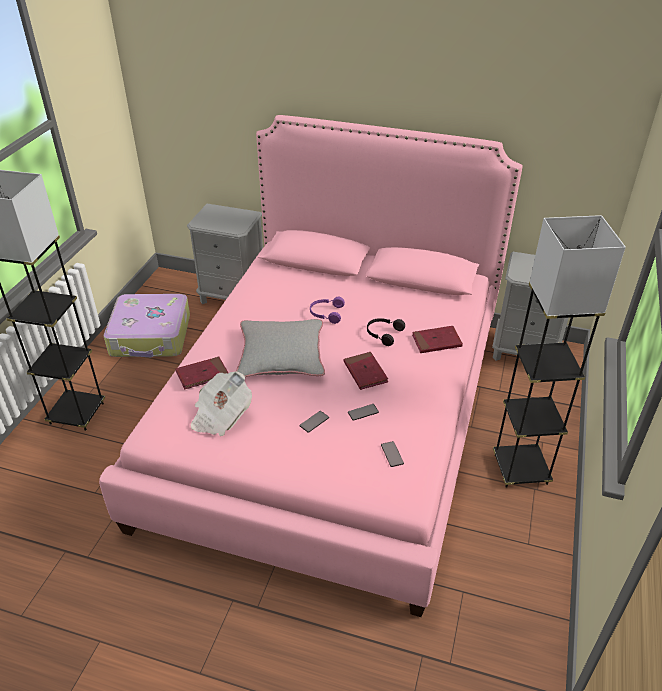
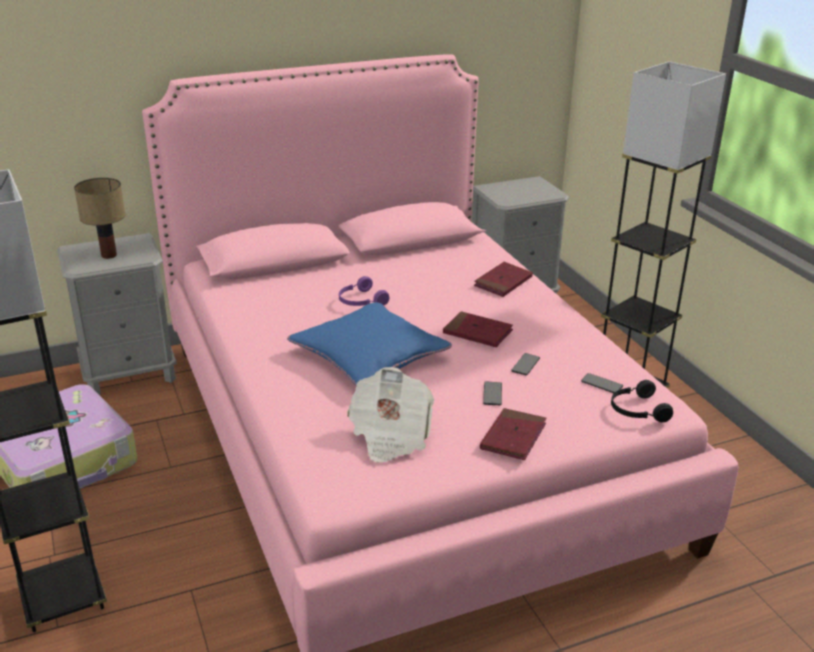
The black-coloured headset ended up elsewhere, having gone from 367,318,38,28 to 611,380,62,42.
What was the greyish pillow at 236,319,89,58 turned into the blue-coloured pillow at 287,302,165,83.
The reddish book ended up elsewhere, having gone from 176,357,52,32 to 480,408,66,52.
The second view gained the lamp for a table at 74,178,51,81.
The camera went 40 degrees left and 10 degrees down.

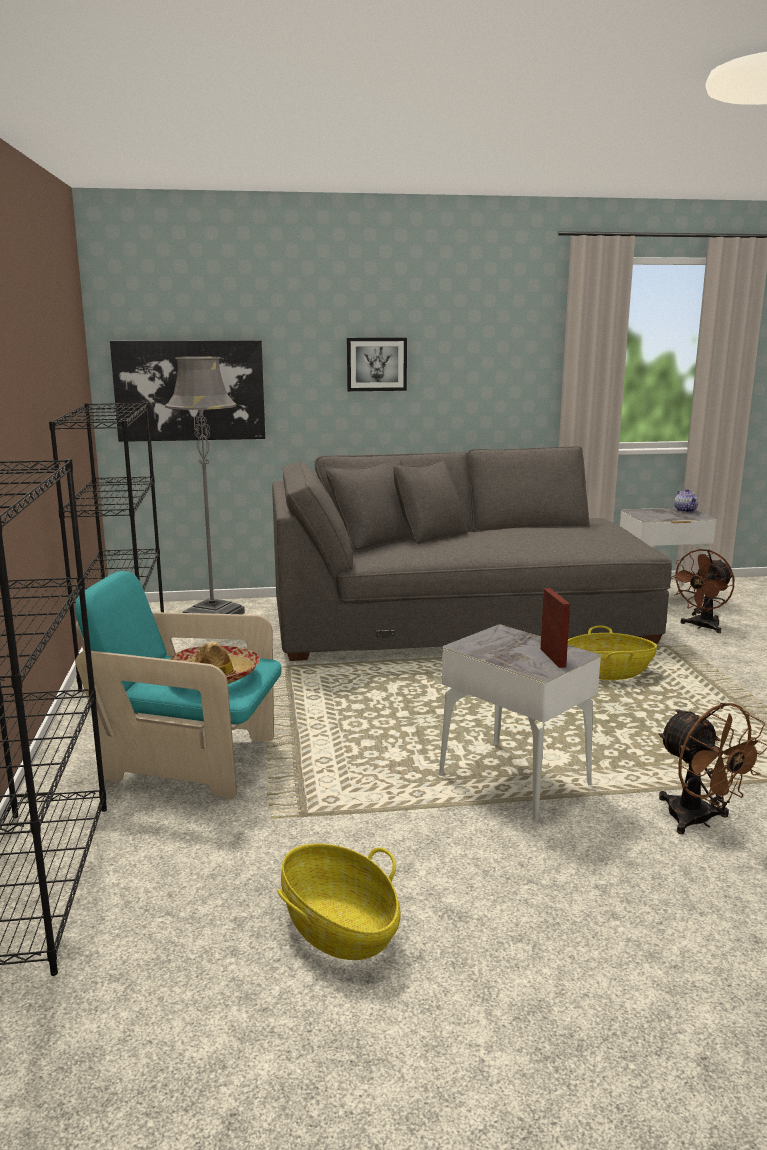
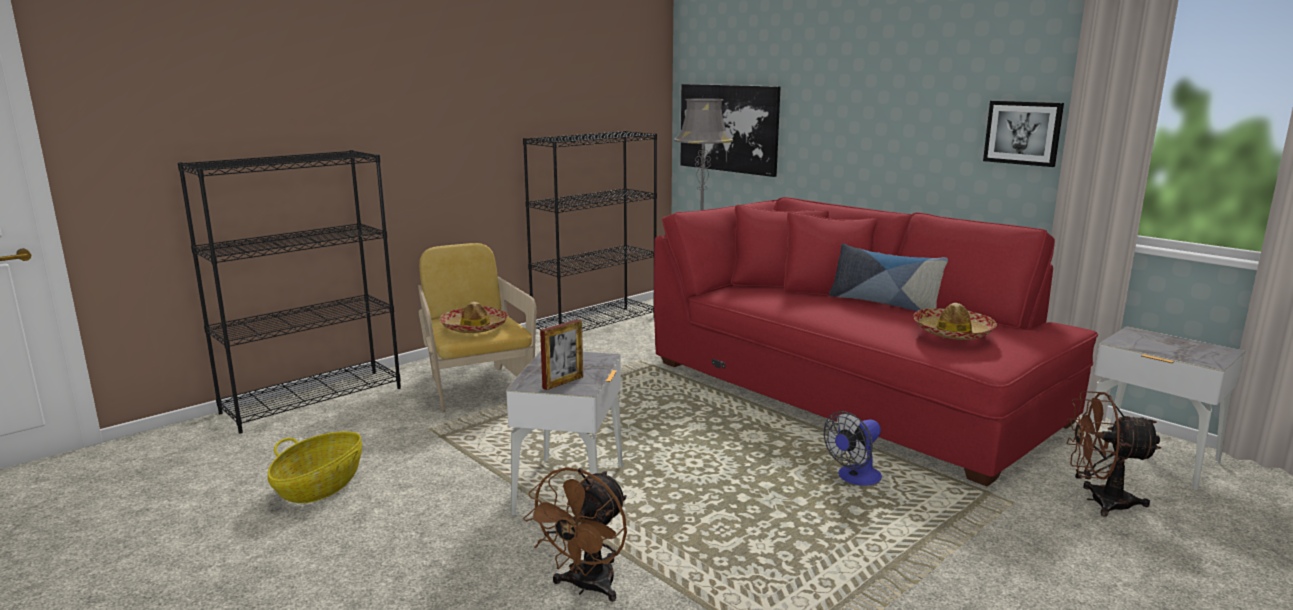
The wall art ended up elsewhere, having gone from 347,338,60,53 to 983,101,81,66.
What was the greyish sofa at 272,446,400,215 turned into the reddish sofa at 654,197,444,289.
The second view lost the tea pot at 674,489,24,23.
What was the turquoise armchair at 75,571,207,228 turned into the yellow armchair at 418,243,118,169.
Where the household basket stood at 568,625,89,55, the electric fan came to stand at 824,411,58,75.
The second view gained the pillow at 829,243,119,68.
The second view gained the clothing hat at 913,303,84,37.
The camera went 55 degrees right and 0 degrees up.

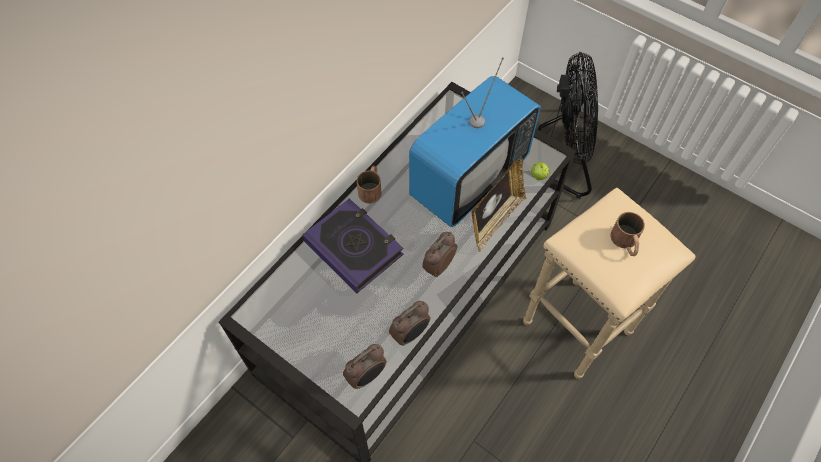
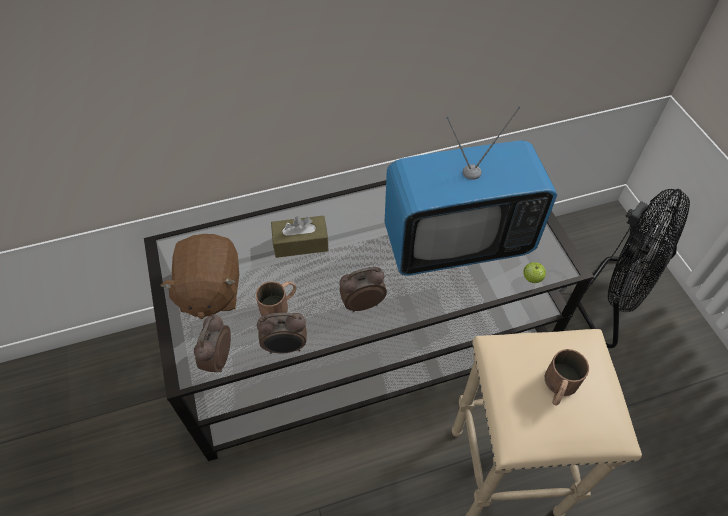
The second view lost the standing frame at 471,157,55,95.
The brown mug ended up elsewhere, having gone from 357,166,25,38 to 256,281,41,35.
Where the book stood at 302,198,102,95, the brown tissue holder came to stand at 271,215,58,43.
The alarm clock at 343,344,44,45 ended up facing another way, 105 degrees clockwise from before.
The second view gained the brown soft toy at 160,234,79,85.
The camera went 35 degrees right and 5 degrees down.

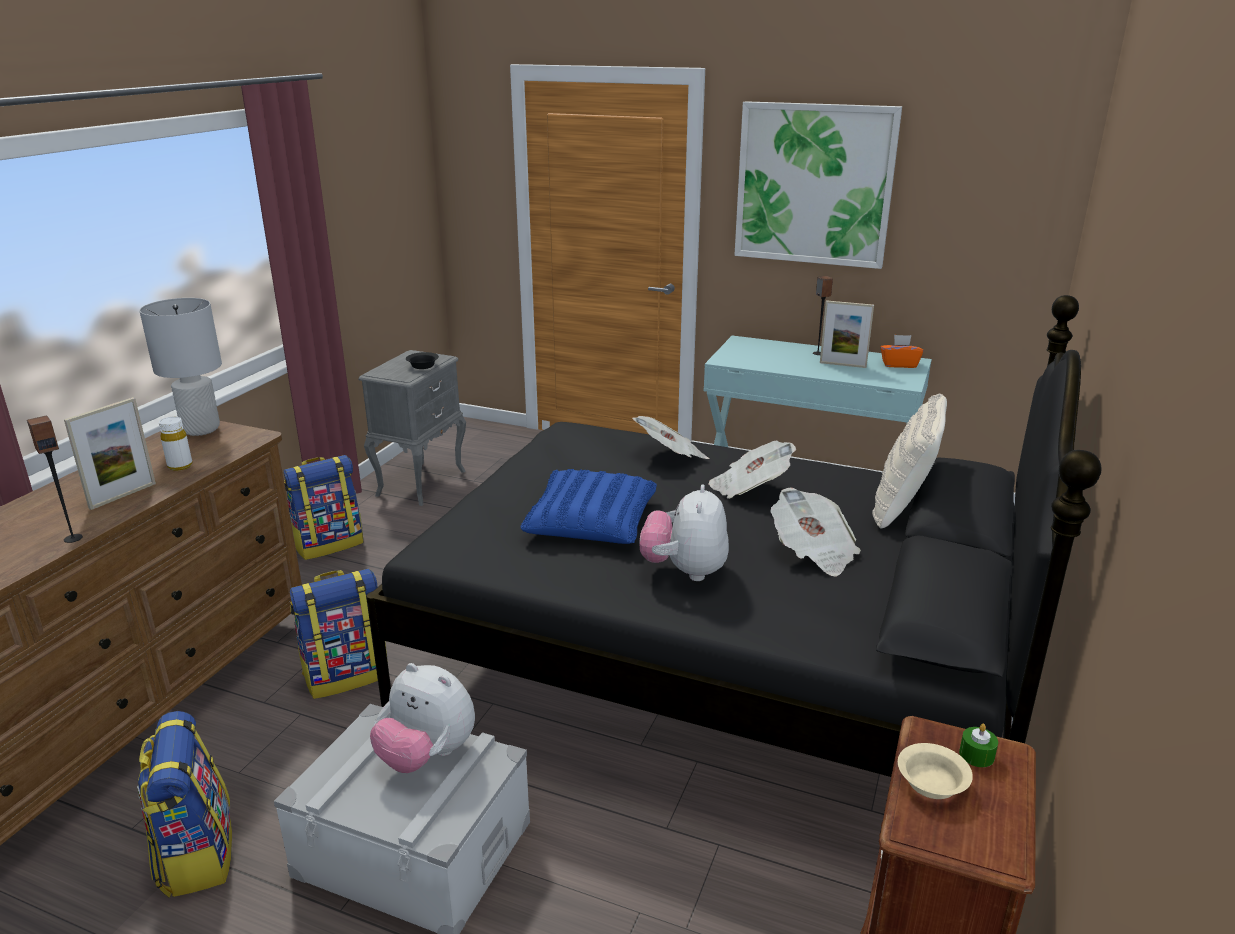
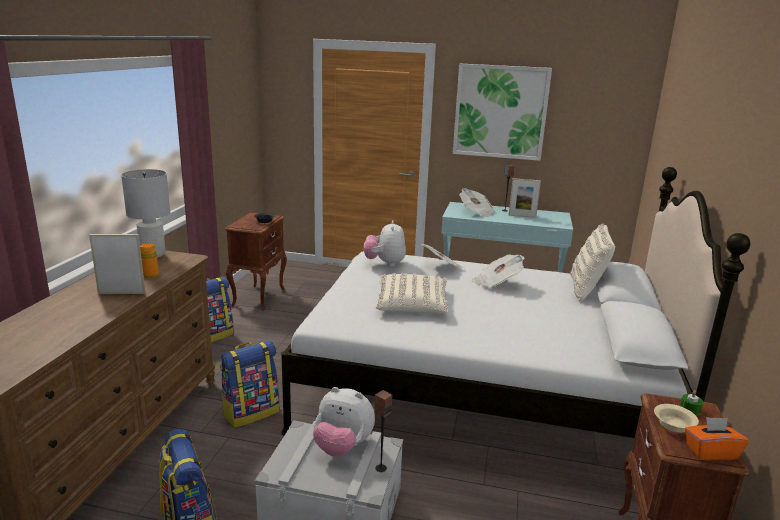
What was the black-coloured bed at 366,295,736,482 turned into the whitish bed at 281,167,470,271.
The orange-coloured tissue holder ended up elsewhere, having gone from 880,335,43,33 to 685,417,64,43.
What was the greyish bedside table at 358,350,108,156 turned into the brown bedside table at 225,213,62,98.
The standing frame at 64,397,92,113 ended up facing another way, 120 degrees counterclockwise from before.
The audio speaker ended up elsewhere, having gone from 27,415,56,128 to 375,390,17,82.
What was the whitish bottle at 159,417,33,54 turned into the orange-coloured bottle at 140,243,19,35.
What was the blue-coloured pillow at 520,469,137,75 turned into the beige-coloured pillow at 375,273,74,41.
The soft toy ended up elsewhere, having gone from 640,484,89,97 to 364,220,42,47.
The printed paper ended up elsewhere, having gone from 771,488,90,89 to 459,188,36,30.
The camera went 10 degrees left and 5 degrees down.

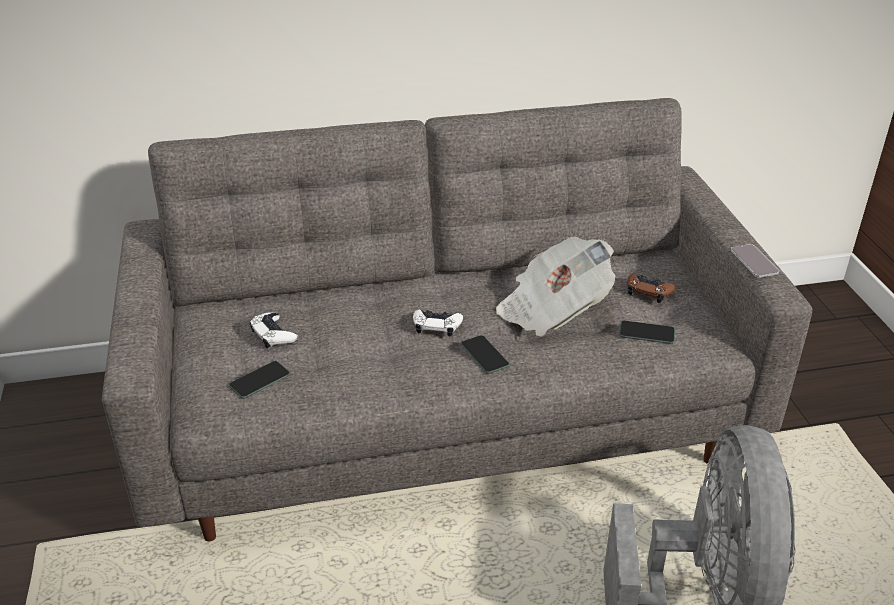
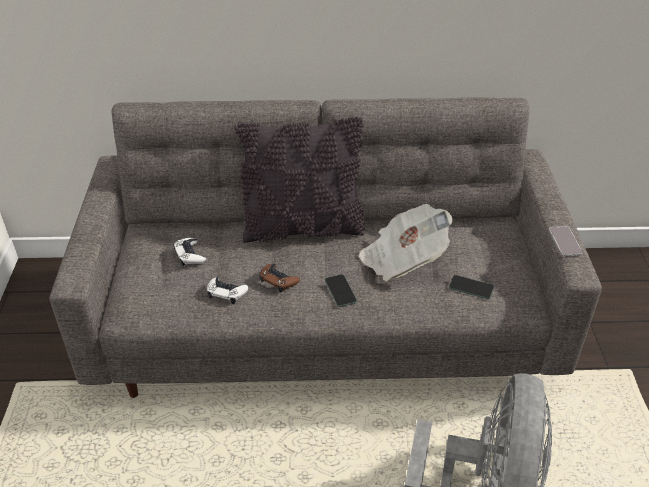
The brown game controller ended up elsewhere, having gone from 627,273,49,30 to 259,264,41,29.
The whitish game controller ended up elsewhere, having gone from 413,309,50,28 to 207,277,41,27.
The second view lost the telephone at 229,361,61,38.
The second view gained the black-coloured pillow at 234,117,131,126.
The camera went 10 degrees right and 5 degrees up.

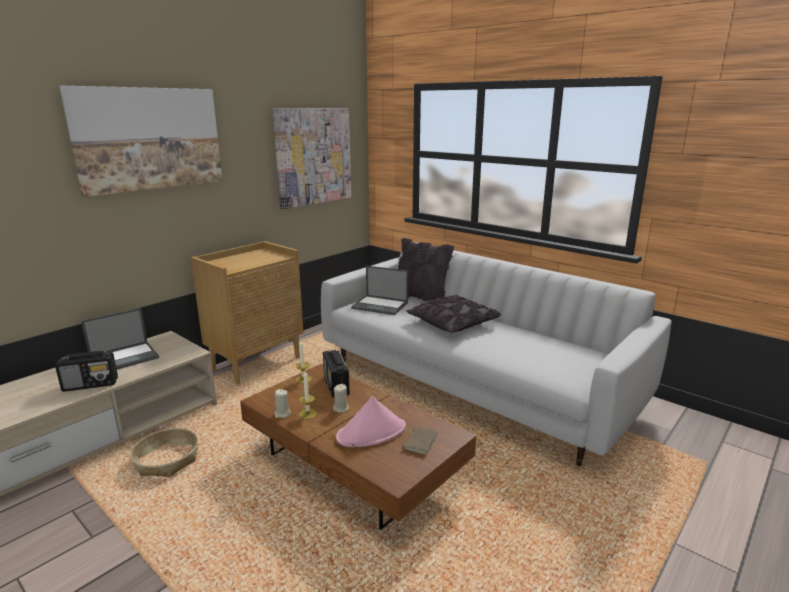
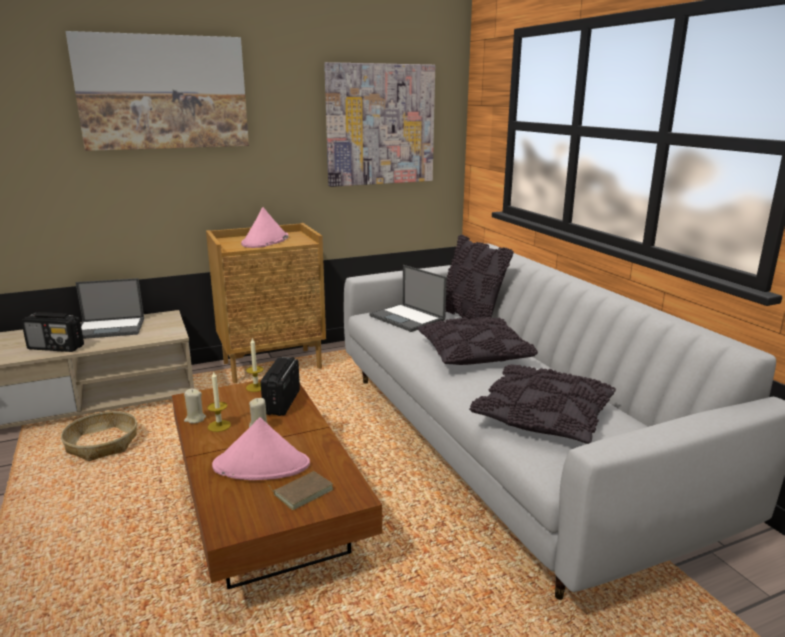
The second view gained the pinkish clothing hat at 241,207,48,41.
The second view gained the black-coloured pillow at 469,364,147,80.
The camera went 25 degrees right and 0 degrees up.

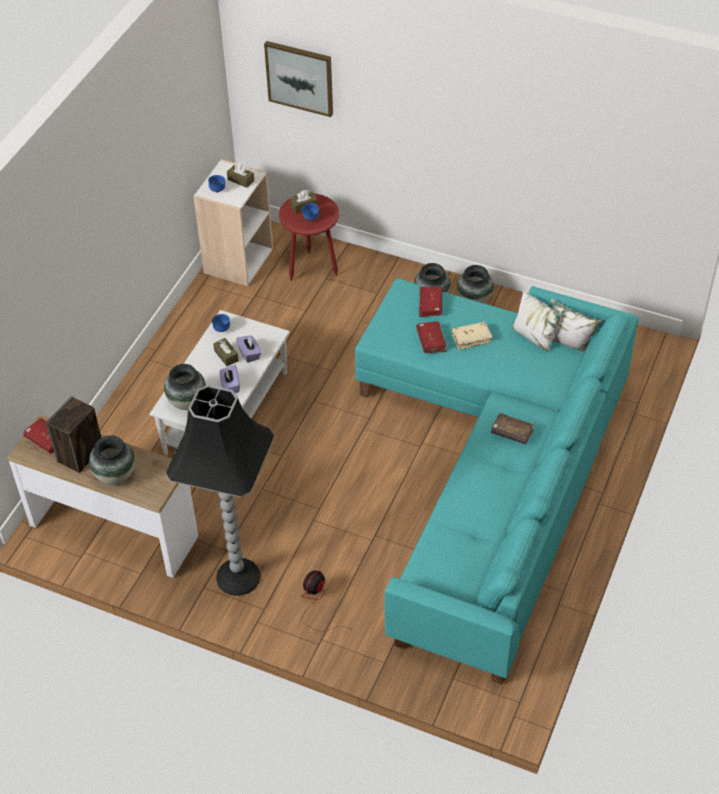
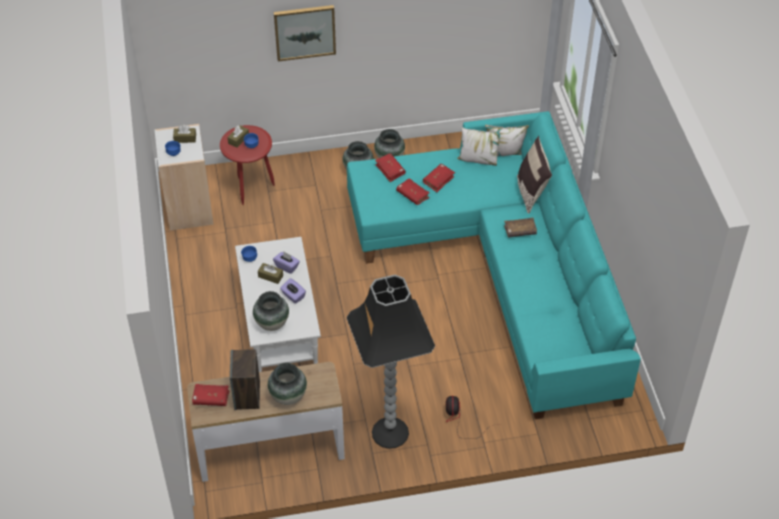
The wall art ended up elsewhere, having gone from 264,41,69,76 to 274,5,62,56.
What was the beige-coloured book at 452,321,40,29 turned into the reddish book at 423,164,32,28.
The second view gained the pillow at 517,136,35,78.
The camera went 35 degrees left and 0 degrees up.

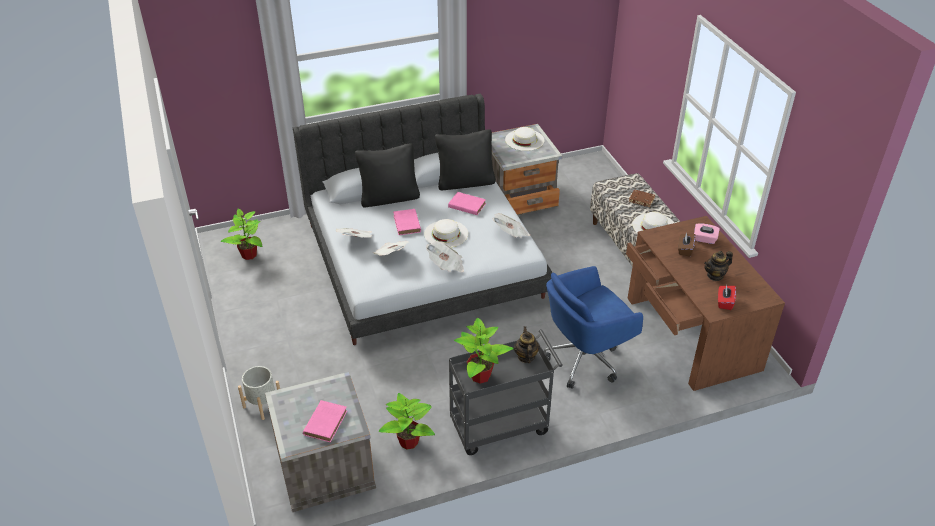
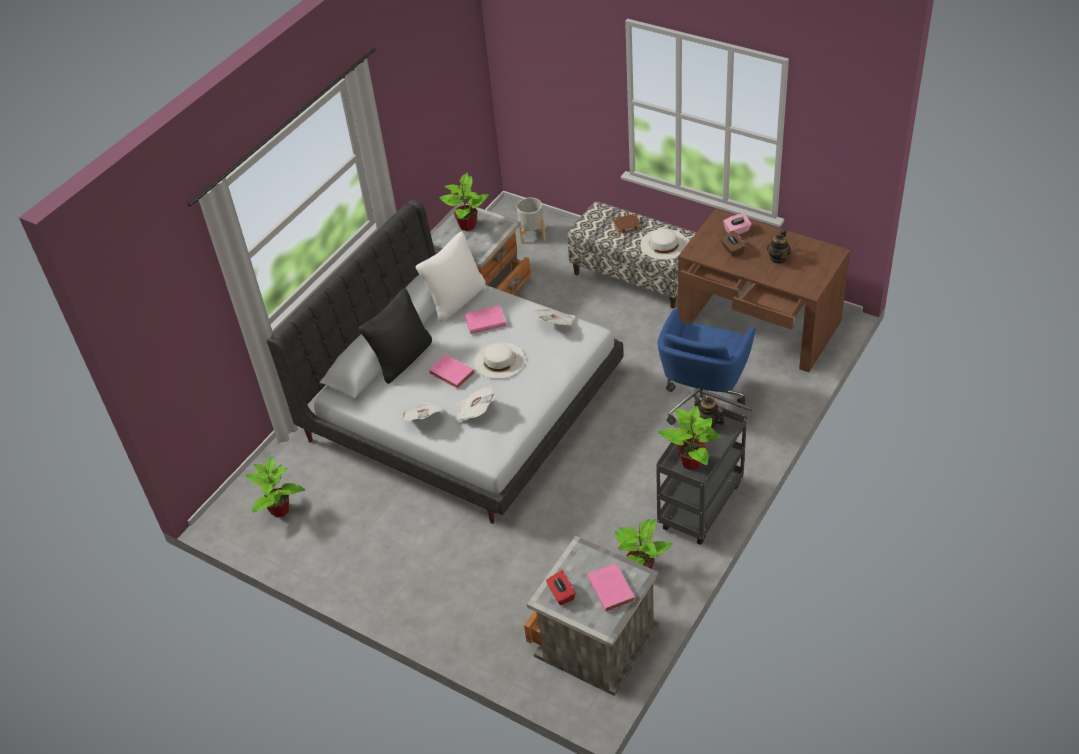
Where the whitish clothing hat stood at 505,127,39,24, the plant in a pot came to stand at 439,173,50,58.
What was the black-coloured pillow at 435,129,61,61 turned into the whitish pillow at 416,231,70,91.
The second view lost the printed paper at 426,241,38,31.
The reddish tissue holder ended up elsewhere, having gone from 718,284,18,26 to 546,570,30,35.
The greyish flower pot ended up elsewhere, having gone from 238,366,42,54 to 517,197,29,46.
The camera went 35 degrees left and 5 degrees up.

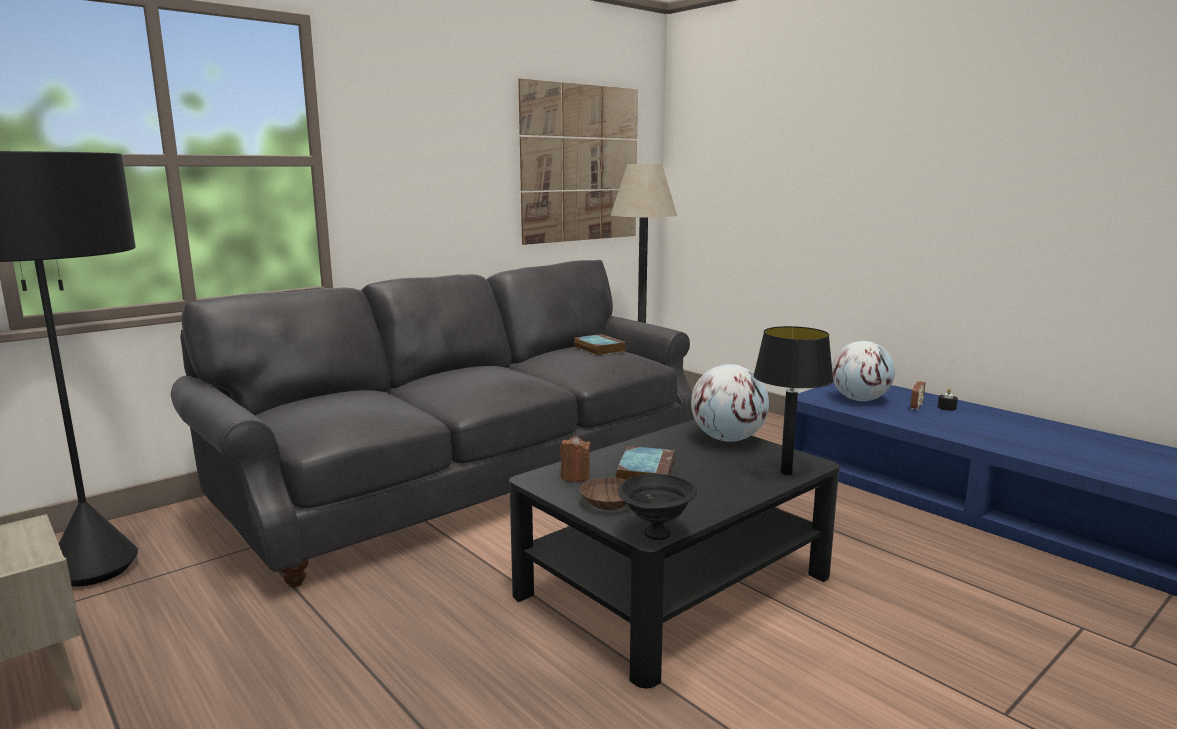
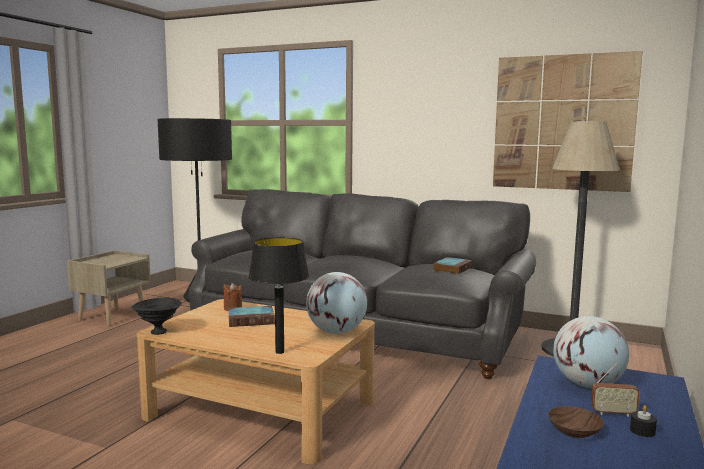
What was the black-coloured low table at 509,420,331,269 turned into the beige-coloured low table at 137,299,238,166.
The brown deep dish ended up elsewhere, having gone from 580,477,48,33 to 548,406,56,32.
The camera went 65 degrees right and 5 degrees down.

